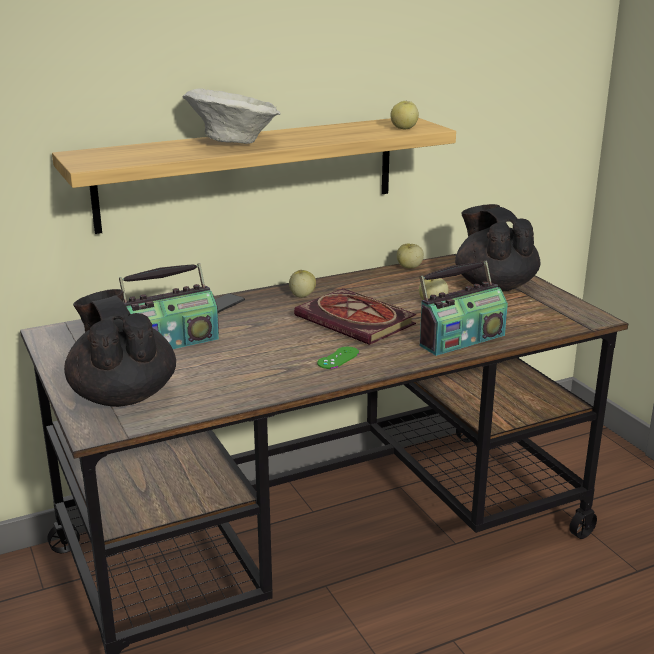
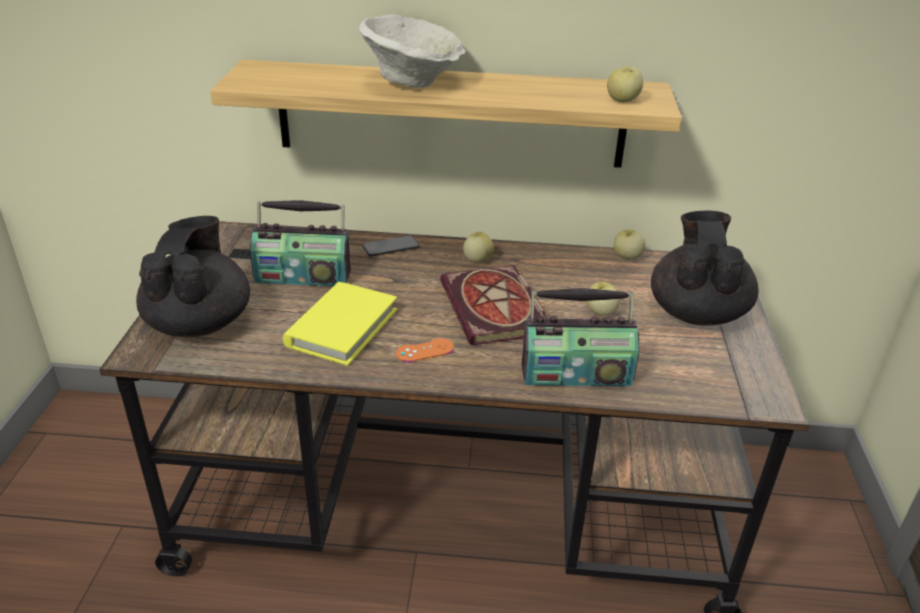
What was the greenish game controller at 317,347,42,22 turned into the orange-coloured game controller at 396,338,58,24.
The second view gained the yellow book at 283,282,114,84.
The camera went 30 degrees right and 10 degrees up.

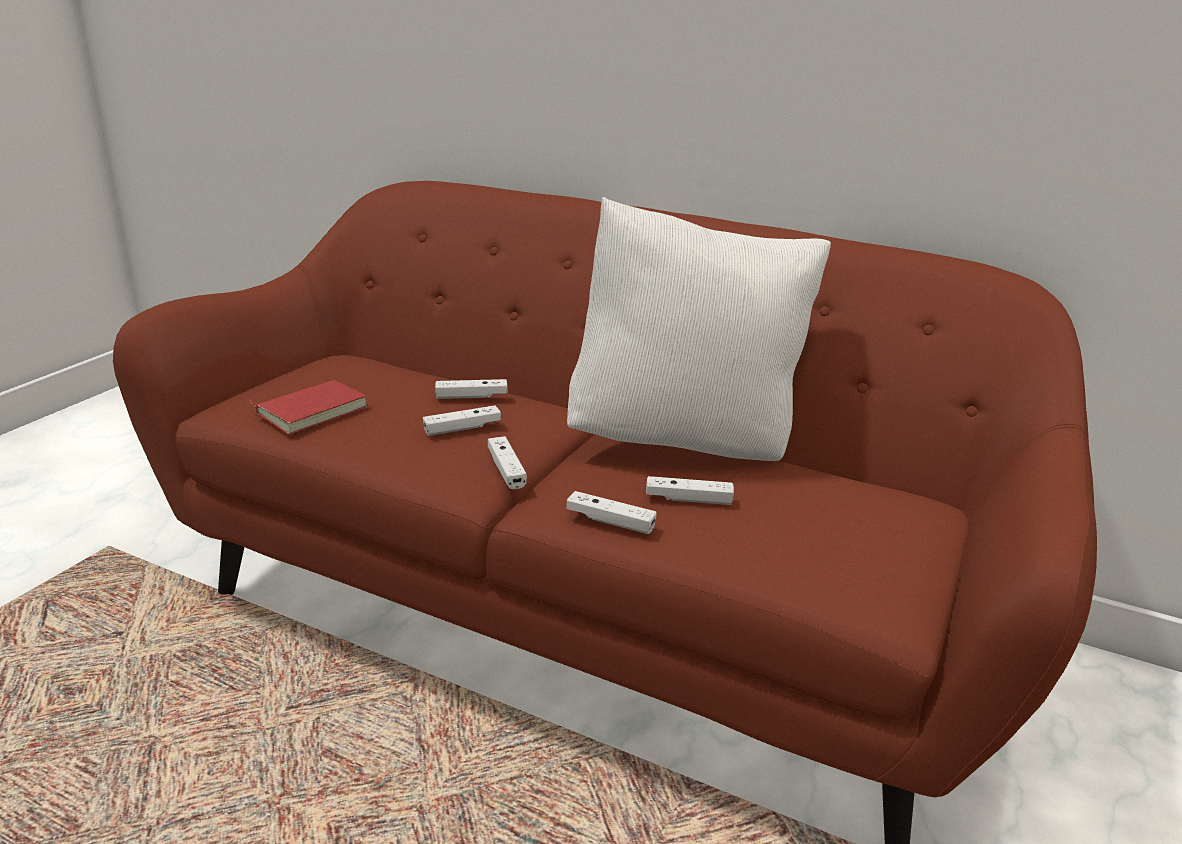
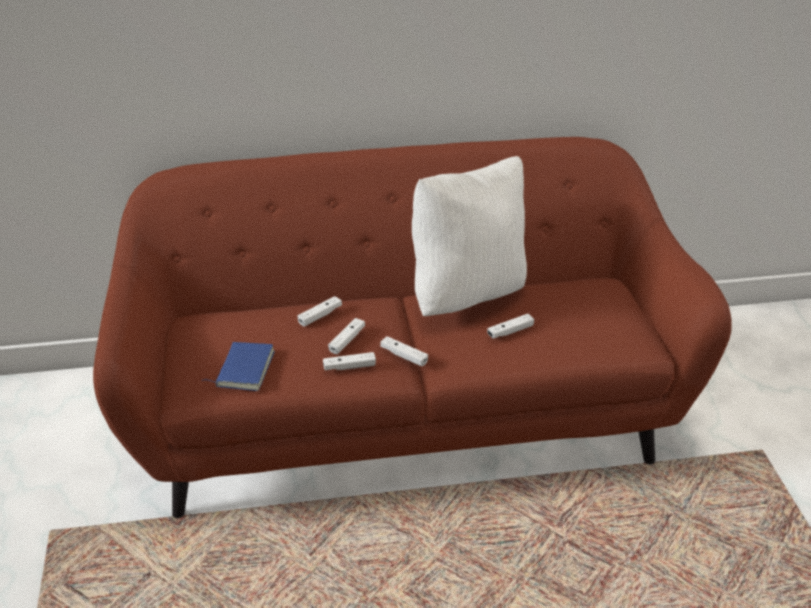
What was the reddish book at 246,380,121,54 turned into the blue-coloured book at 202,342,73,49.
The whitish game controller ended up elsewhere, having gone from 566,491,91,43 to 323,352,53,19.
The camera went 35 degrees left and 10 degrees up.

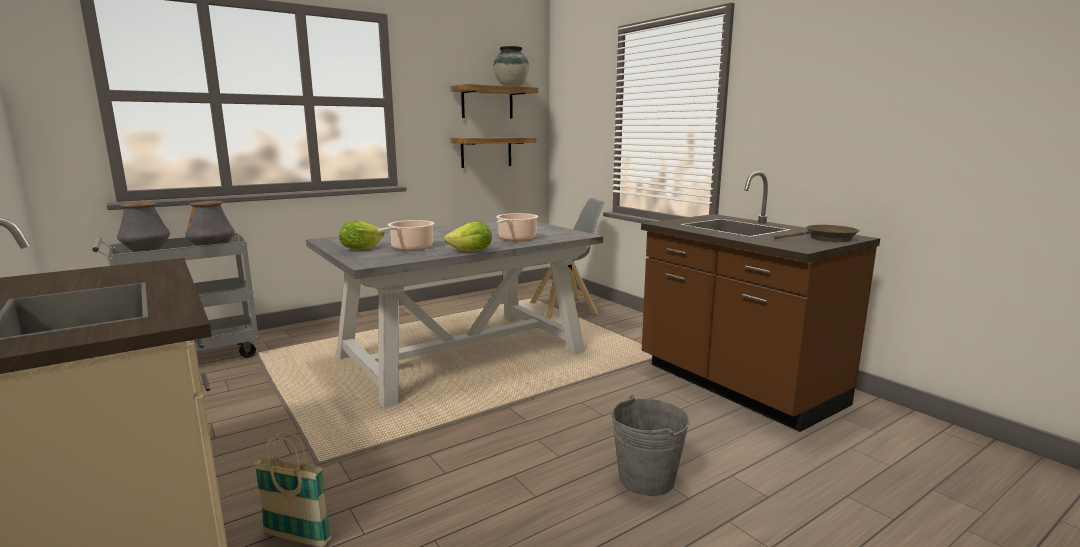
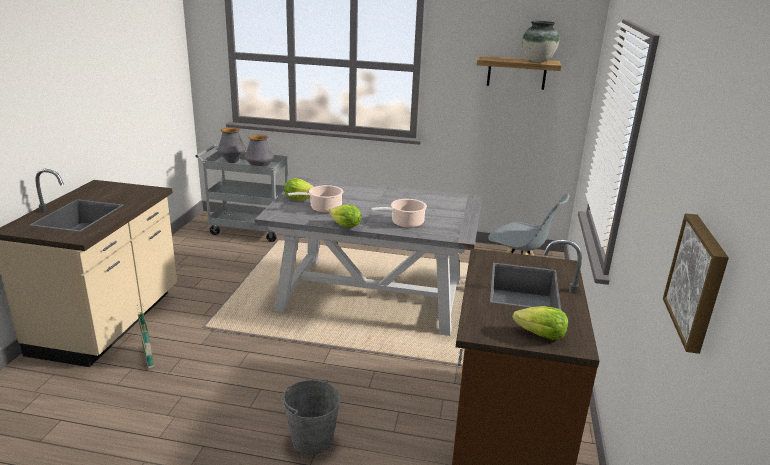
The second view lost the shelf at 451,137,85,31.
Where the brown pan stood at 774,225,85,17, the lettuce head came to stand at 512,306,56,34.
The second view gained the wall art at 663,213,66,141.
The camera went 45 degrees right and 10 degrees up.

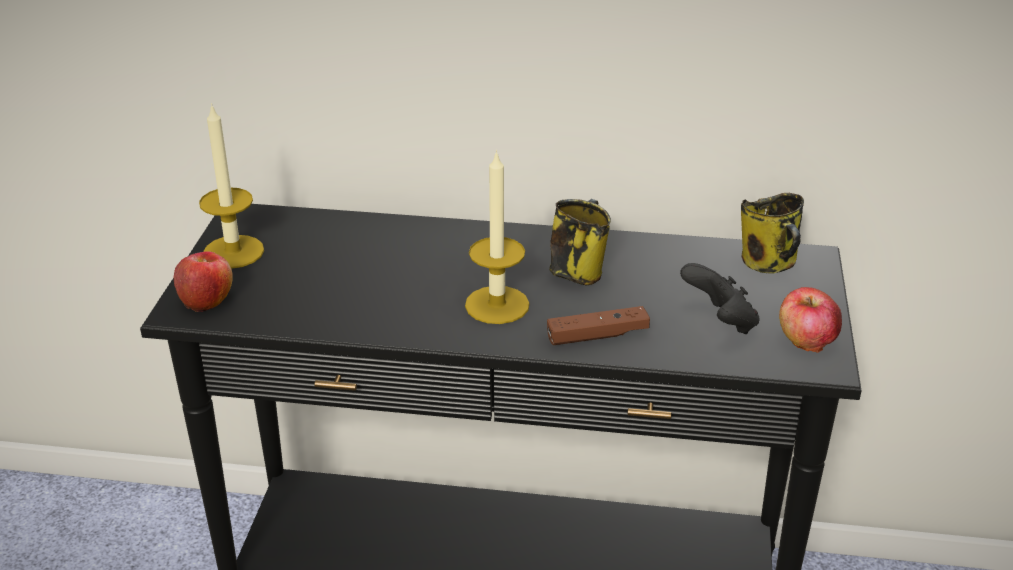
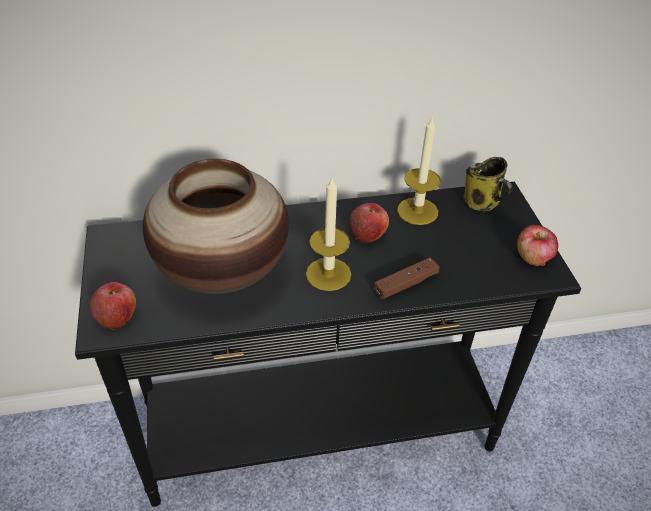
The candle ended up elsewhere, having gone from 199,103,65,166 to 397,116,44,109.
Where the mug stood at 549,199,62,87, the apple came to stand at 349,203,40,40.
The second view lost the black-coloured game controller at 680,263,80,71.
The second view gained the vase at 143,159,146,135.
The camera went 20 degrees left and 10 degrees up.

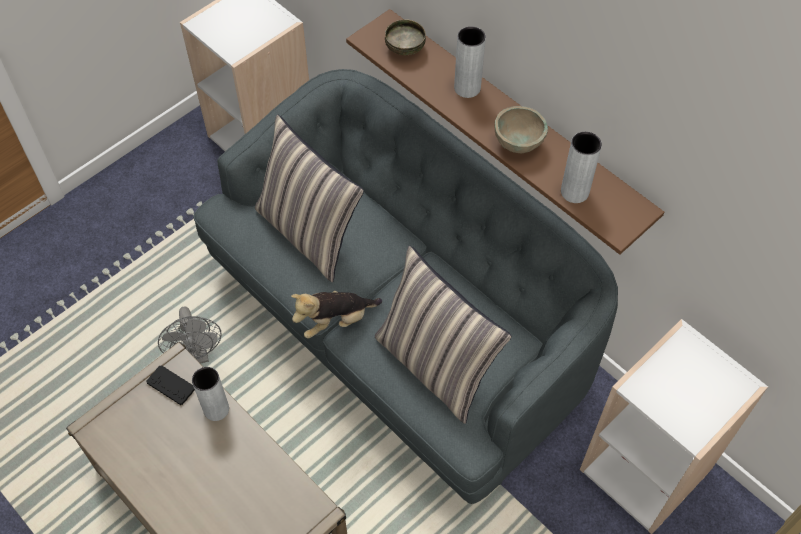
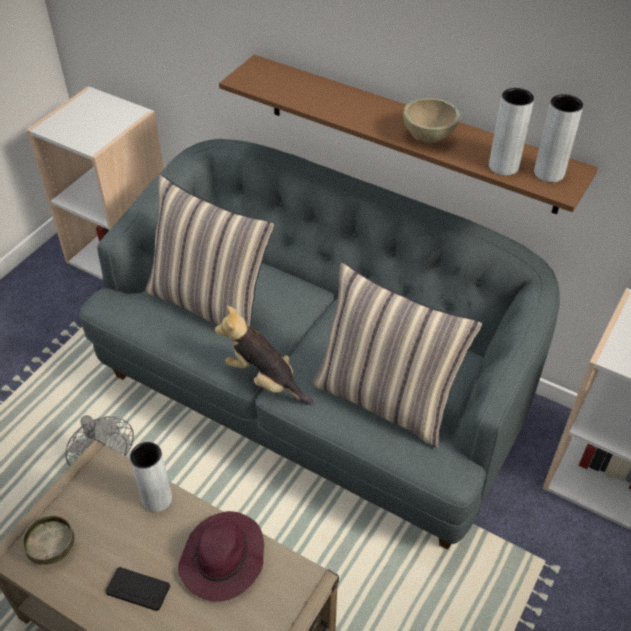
The deep dish ended up elsewhere, having gone from 385,19,41,36 to 22,515,52,50.
The greyish vase ended up elsewhere, having gone from 454,26,32,72 to 534,94,49,88.
The soft toy at 291,291,91,47 ended up facing another way, 75 degrees clockwise from before.
The black-coloured game controller ended up elsewhere, having gone from 146,365,49,40 to 106,567,64,44.
The second view gained the purplish clothing hat at 178,511,86,91.
The camera went 15 degrees left and 10 degrees down.

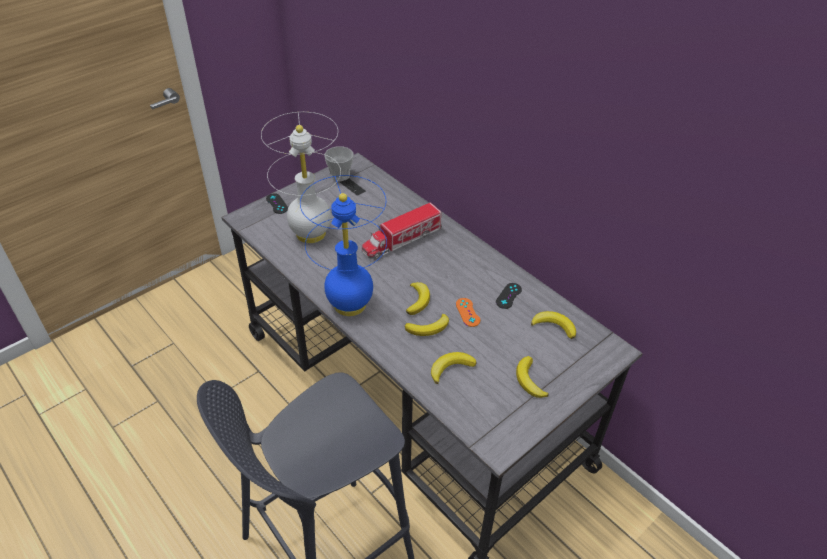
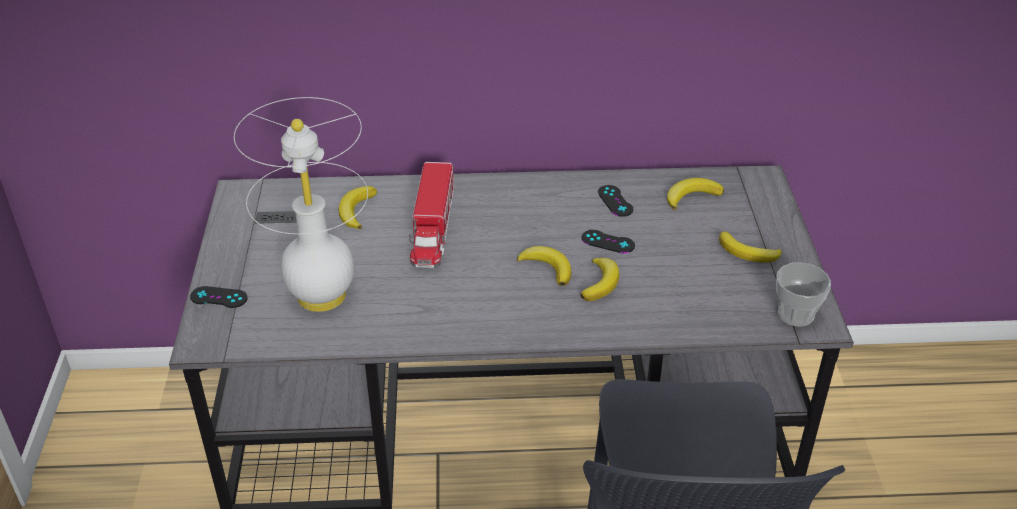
The cup ended up elsewhere, having gone from 324,146,29,35 to 776,262,55,65.
The second view lost the blue-coloured lamp for a table at 300,175,87,141.
What was the orange-coloured game controller at 456,298,24,29 turned into the black-coloured game controller at 582,230,53,23.
The whole banana ended up elsewhere, having gone from 431,352,46,32 to 338,186,39,43.
The camera went 50 degrees left and 5 degrees down.

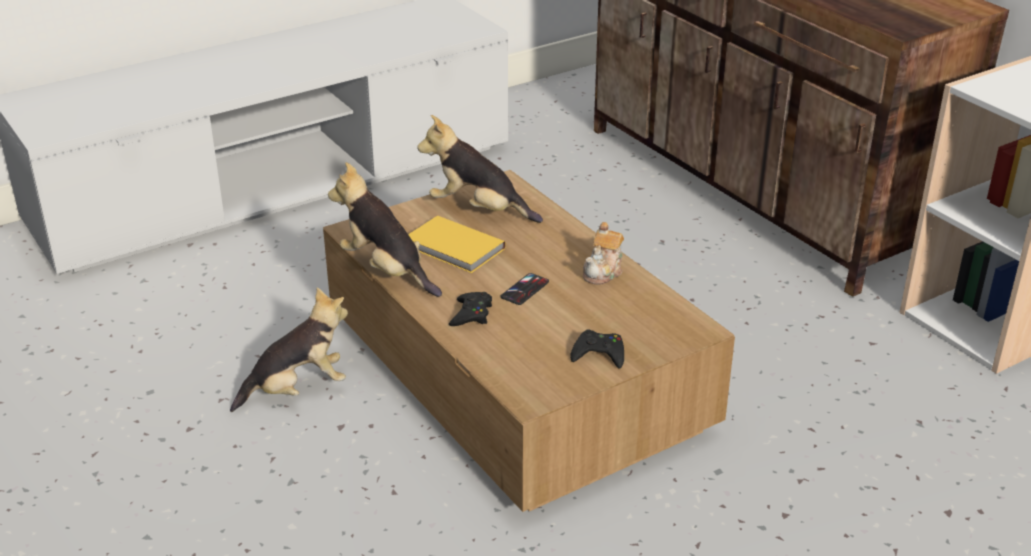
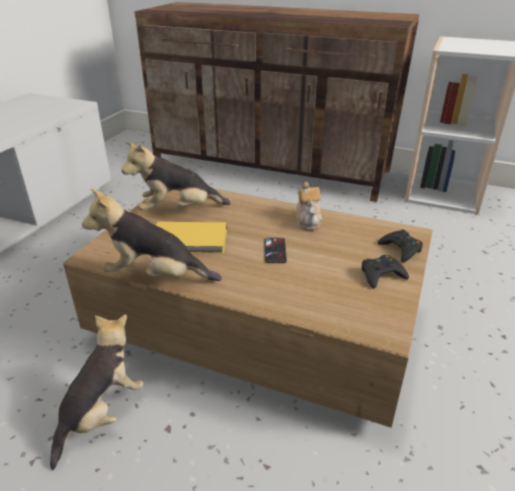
The black-coloured game controller ended up elsewhere, having gone from 449,292,43,34 to 377,229,46,33.
The camera went 35 degrees left and 0 degrees up.

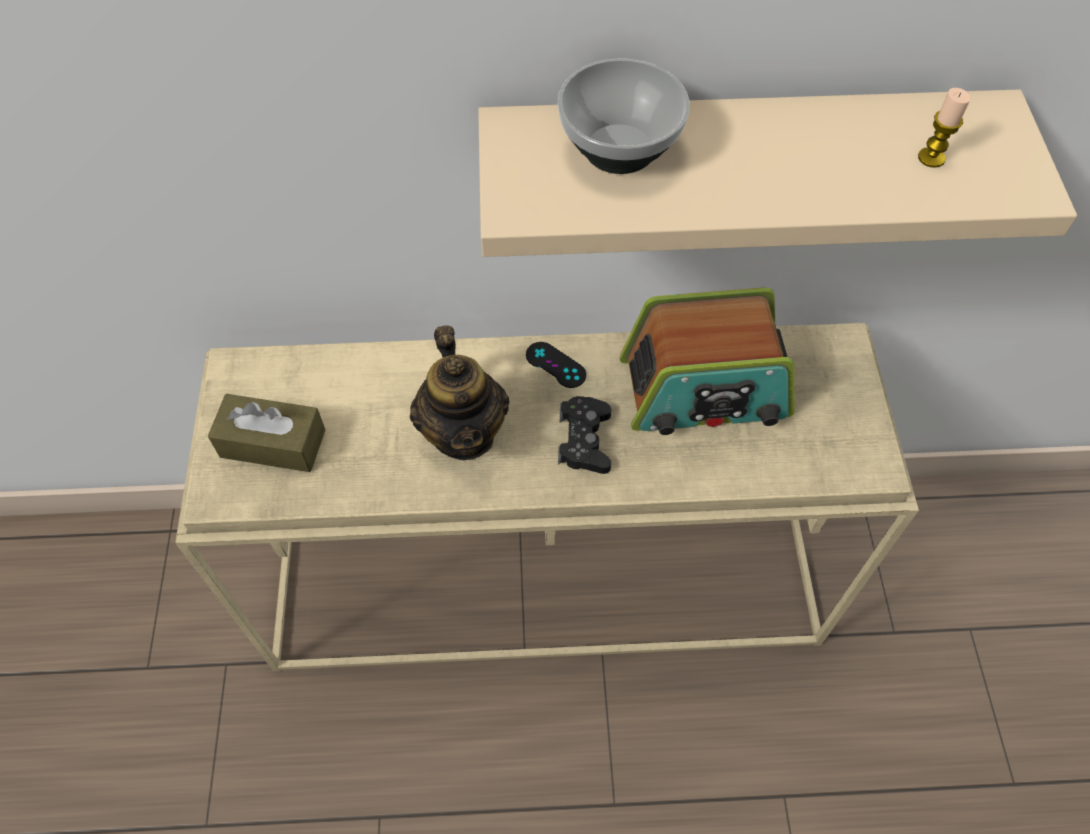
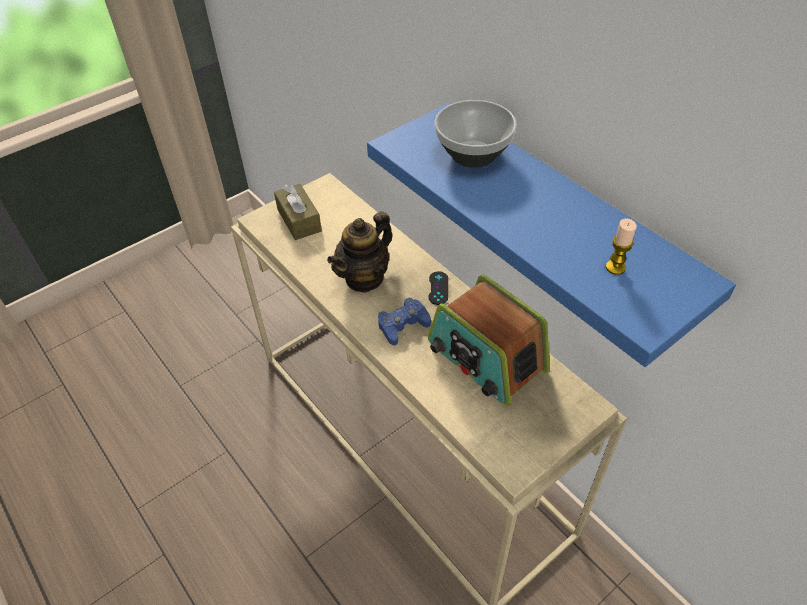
What was the beige-coloured shelf at 478,89,599,168 turned into the blue-coloured shelf at 367,103,369,264.
What was the black-coloured game controller at 558,396,53,78 turned into the blue-coloured game controller at 378,298,53,48.
The camera went 55 degrees right and 10 degrees down.

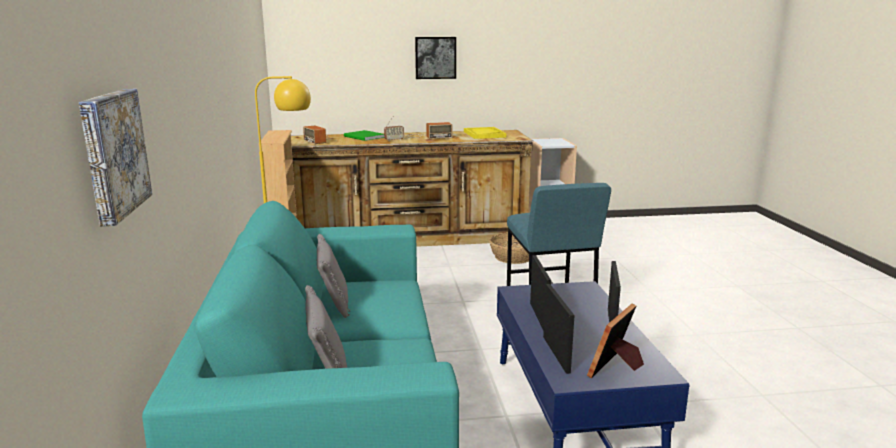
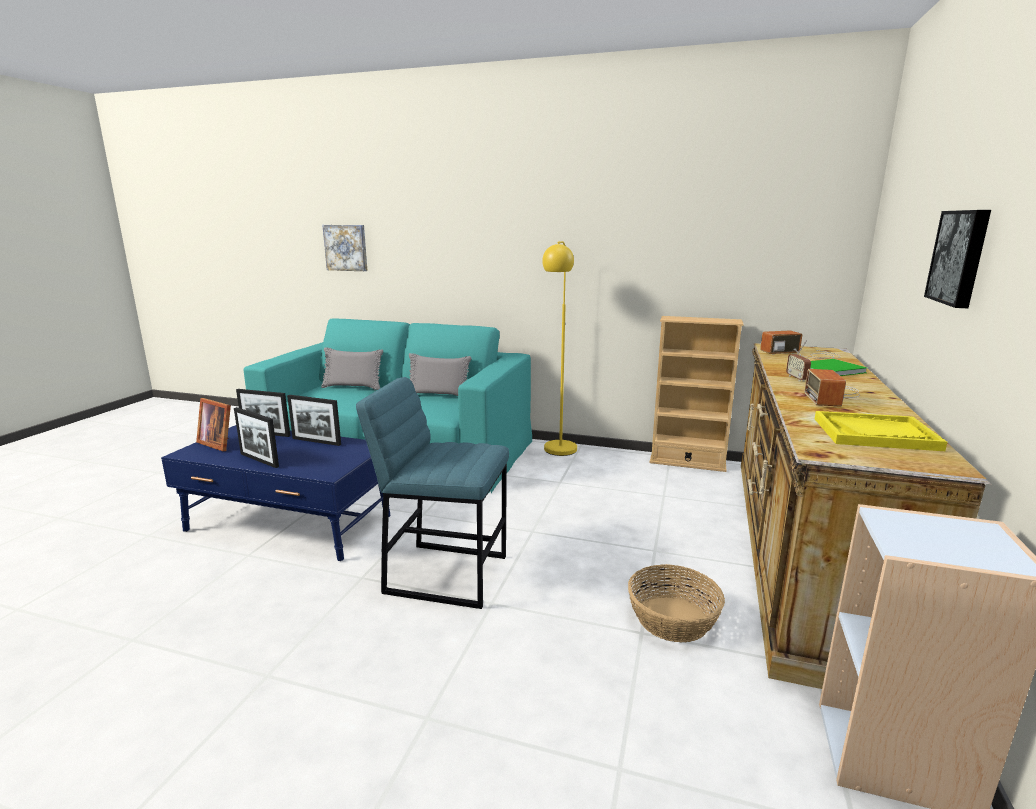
The standing frame at 587,304,57,74 ended up facing another way, 150 degrees clockwise from before.
The camera went 115 degrees right and 0 degrees up.

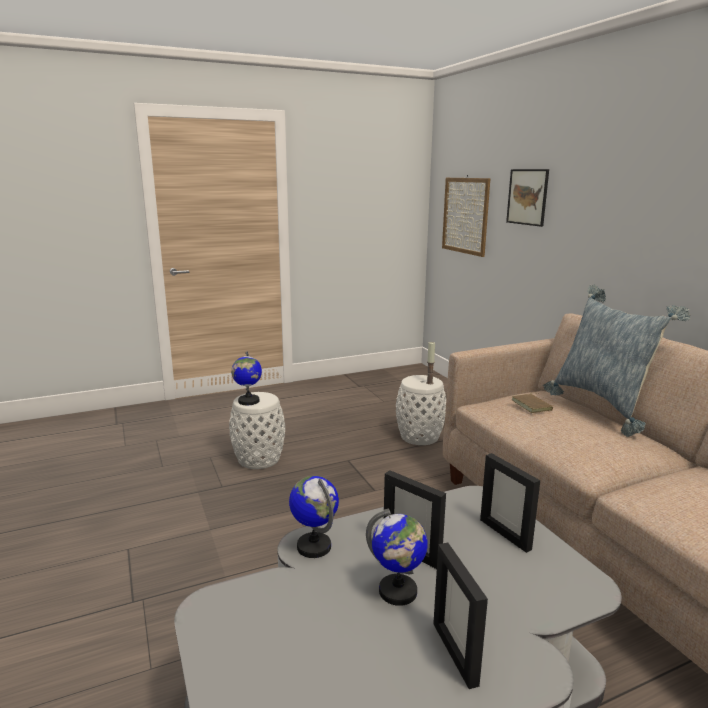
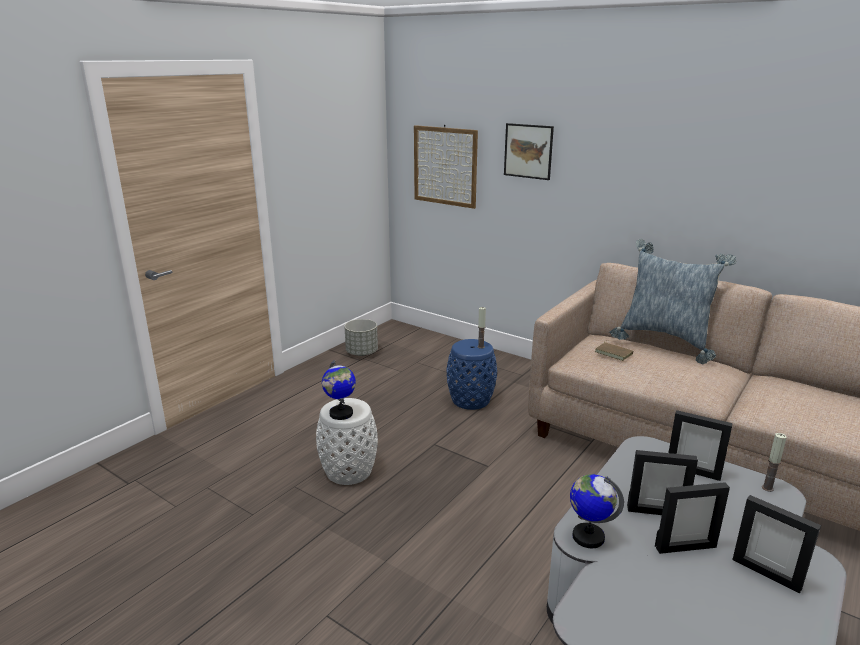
What was the whitish sitting stool at 396,375,50,70 turned into the blue-coloured sitting stool at 447,339,50,71.
Where the world globe stood at 366,509,62,97, the standing frame came to stand at 655,482,75,72.
The second view gained the greyish flower pot at 344,319,34,37.
The second view gained the candle at 762,433,25,59.
The camera went 30 degrees left and 5 degrees up.

